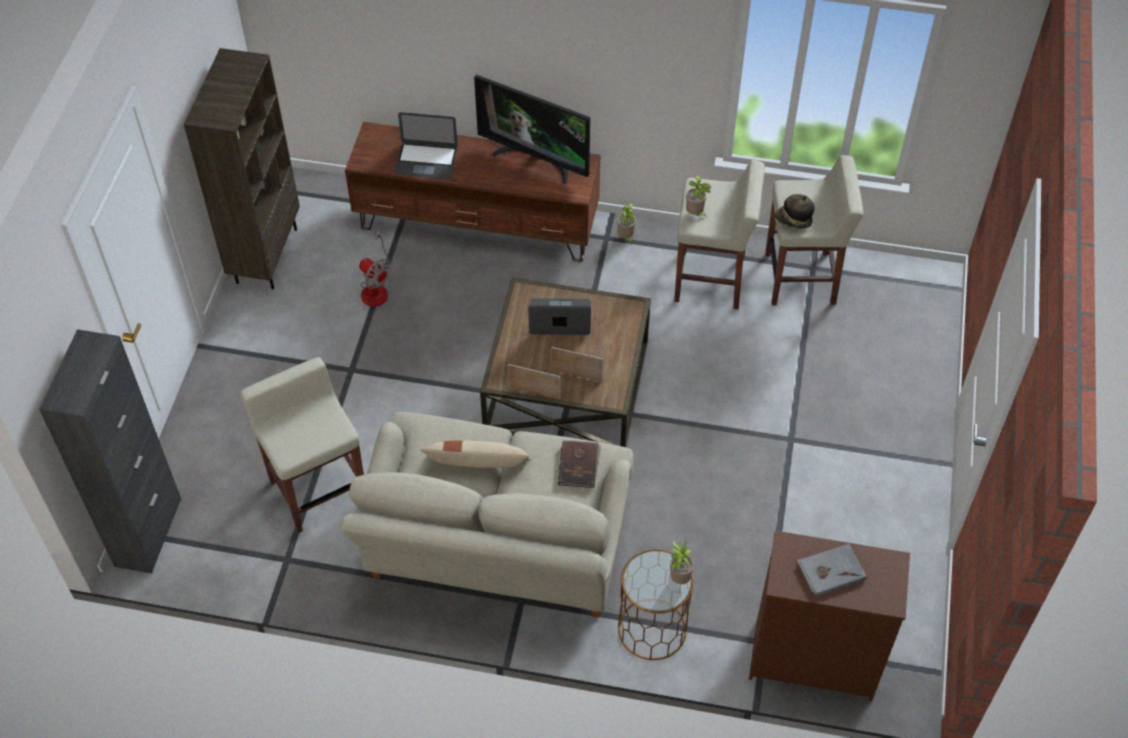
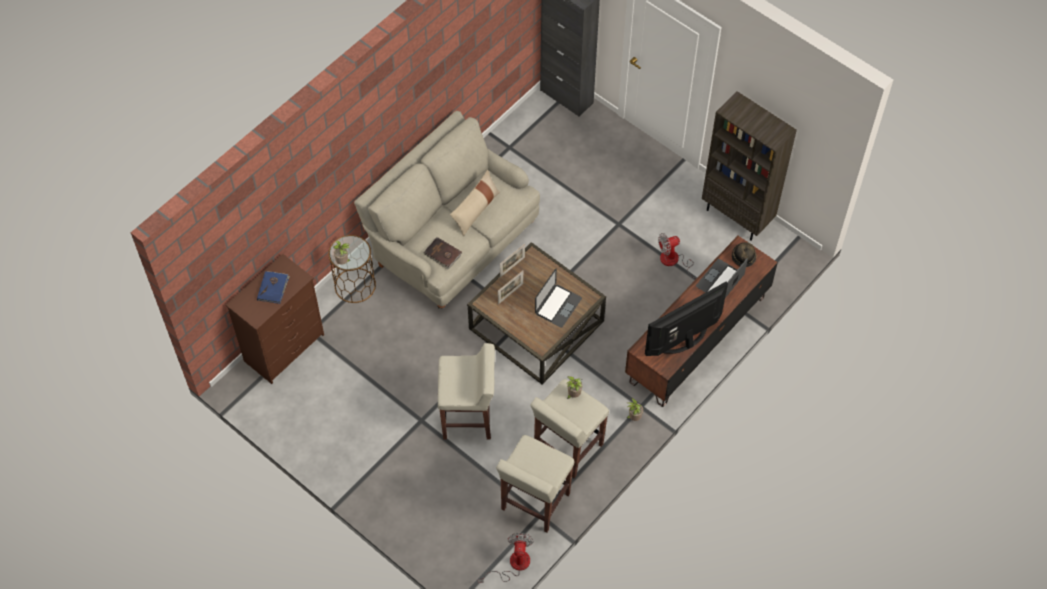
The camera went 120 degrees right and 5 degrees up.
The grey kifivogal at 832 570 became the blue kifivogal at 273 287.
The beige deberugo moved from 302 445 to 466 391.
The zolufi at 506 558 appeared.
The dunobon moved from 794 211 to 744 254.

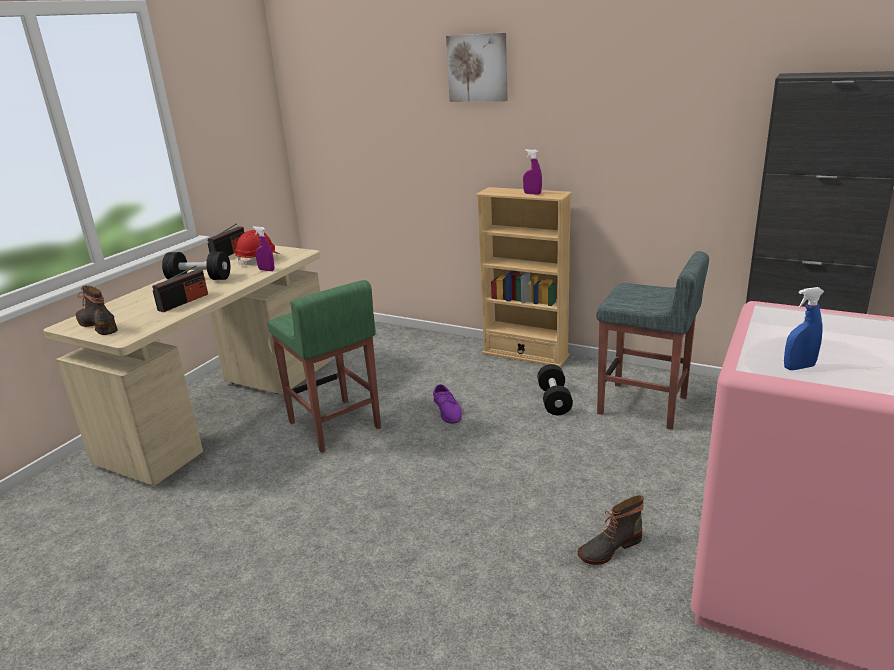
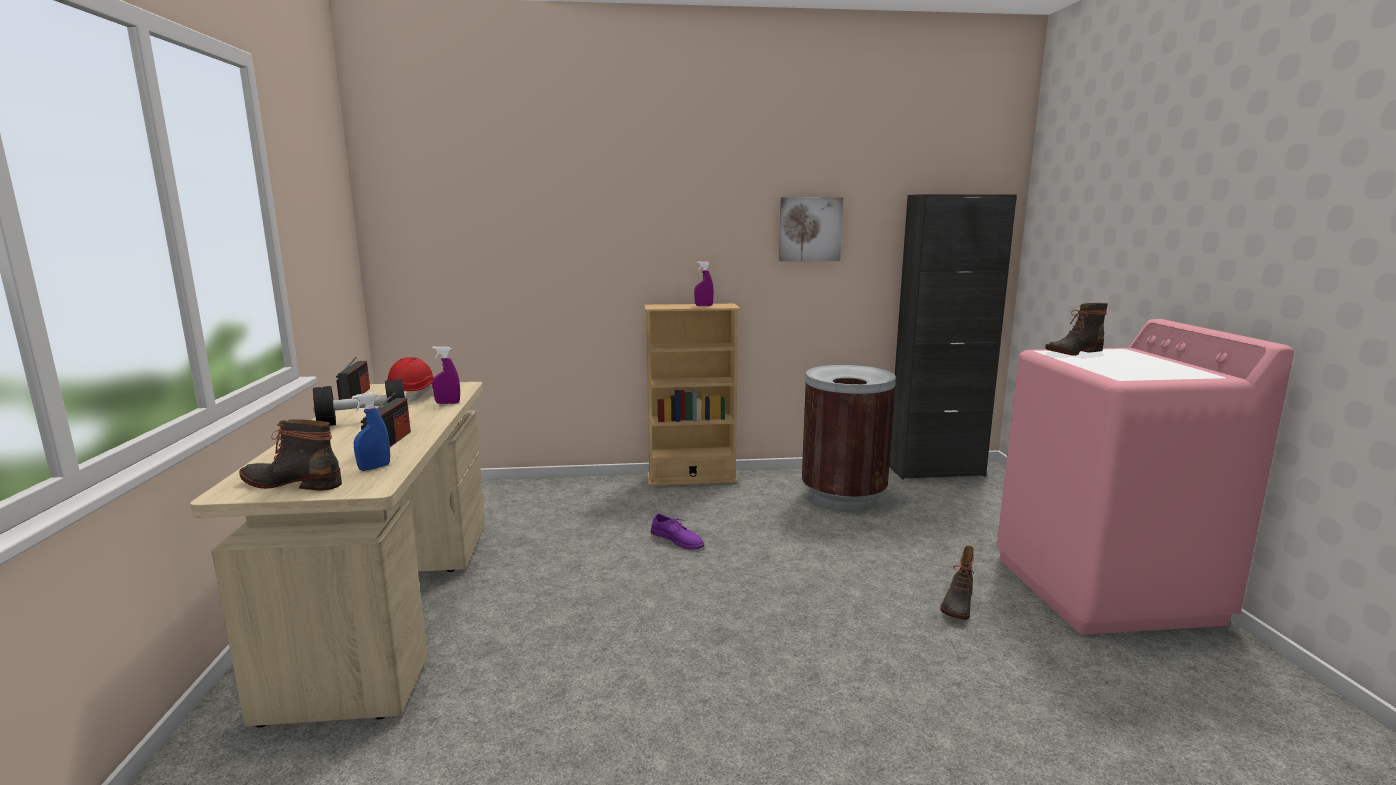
The camera went 35 degrees left and 10 degrees down.
The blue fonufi moved from 804 328 to 371 431.
The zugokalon moved from 477 67 to 811 229.
The grey deberugo at 652 340 was replaced by the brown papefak at 849 437.
The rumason at 1076 329 appeared.
The green deberugo at 324 366 disappeared.
The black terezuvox at 555 389 disappeared.

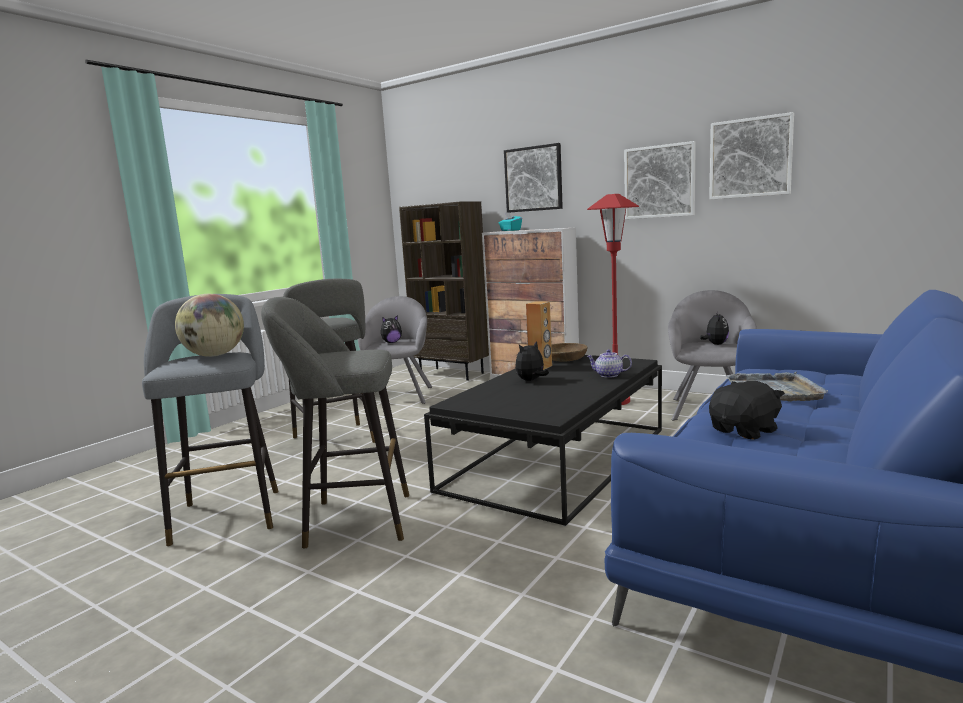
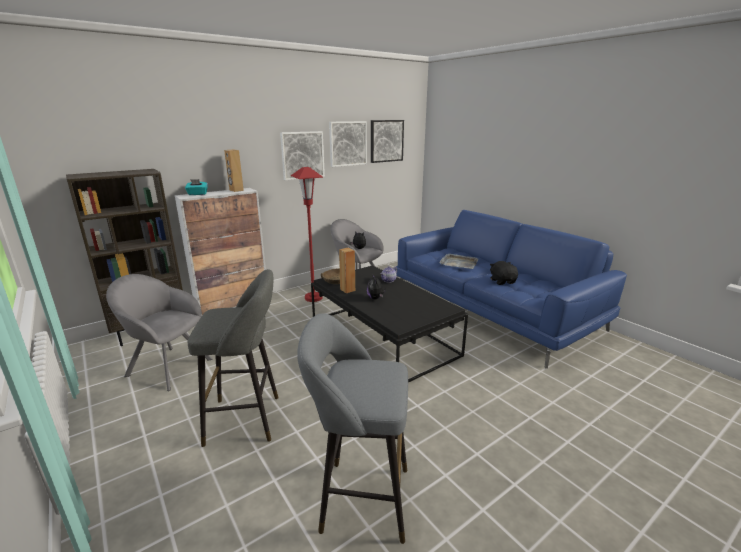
The camera went 70 degrees left and 10 degrees up.
The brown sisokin at 234 171 appeared.
The zugokalon moved from 533 178 to 387 141.
The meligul at 209 325 disappeared.
The grey deberugo at 335 423 disappeared.
The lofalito at 391 329 disappeared.

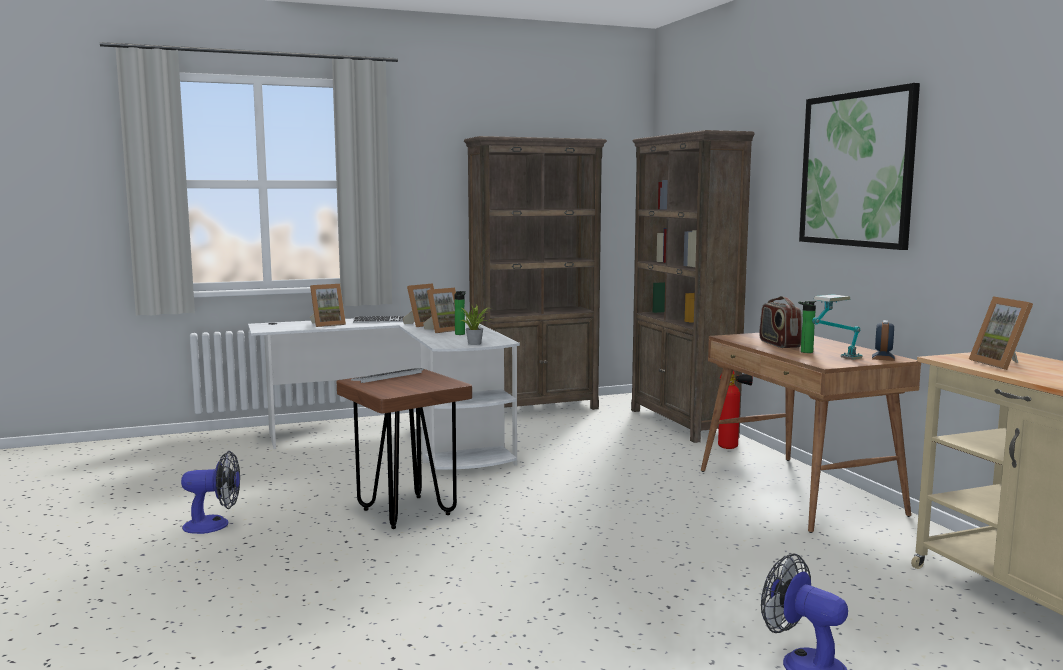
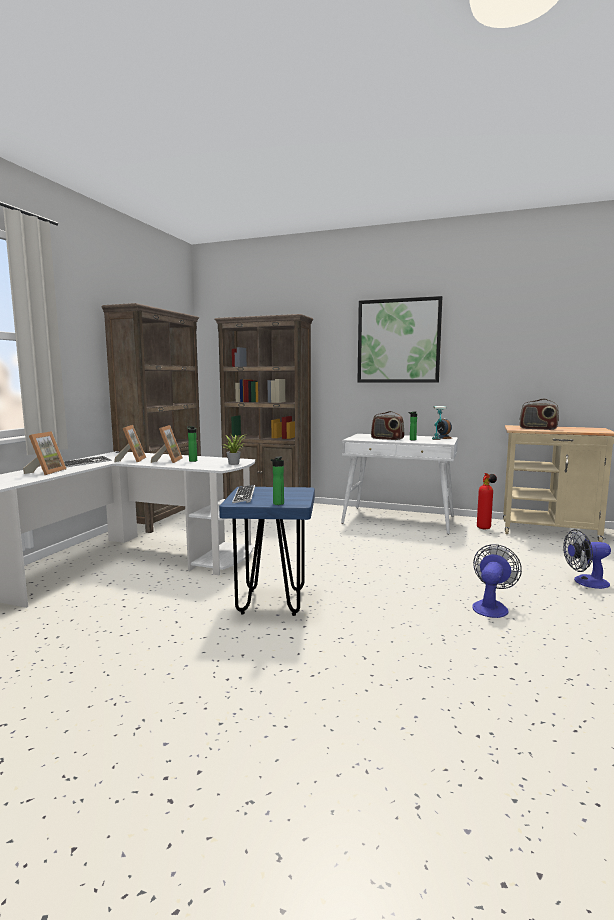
The camera went 50 degrees left and 0 degrees up.
The brown deberugo at 404 449 became the blue deberugo at 267 551.
The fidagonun at 277 480 appeared.
The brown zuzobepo at 811 433 became the white zuzobepo at 399 484.
The zolufi moved from 210 492 to 497 581.
The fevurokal moved from 735 409 to 487 501.
The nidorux at 1001 333 was replaced by the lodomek at 539 414.

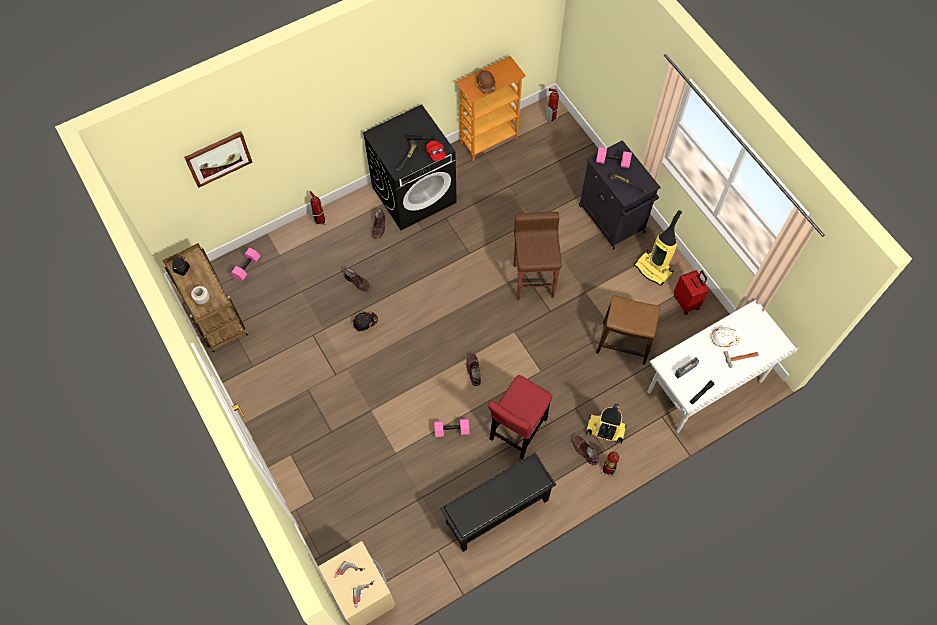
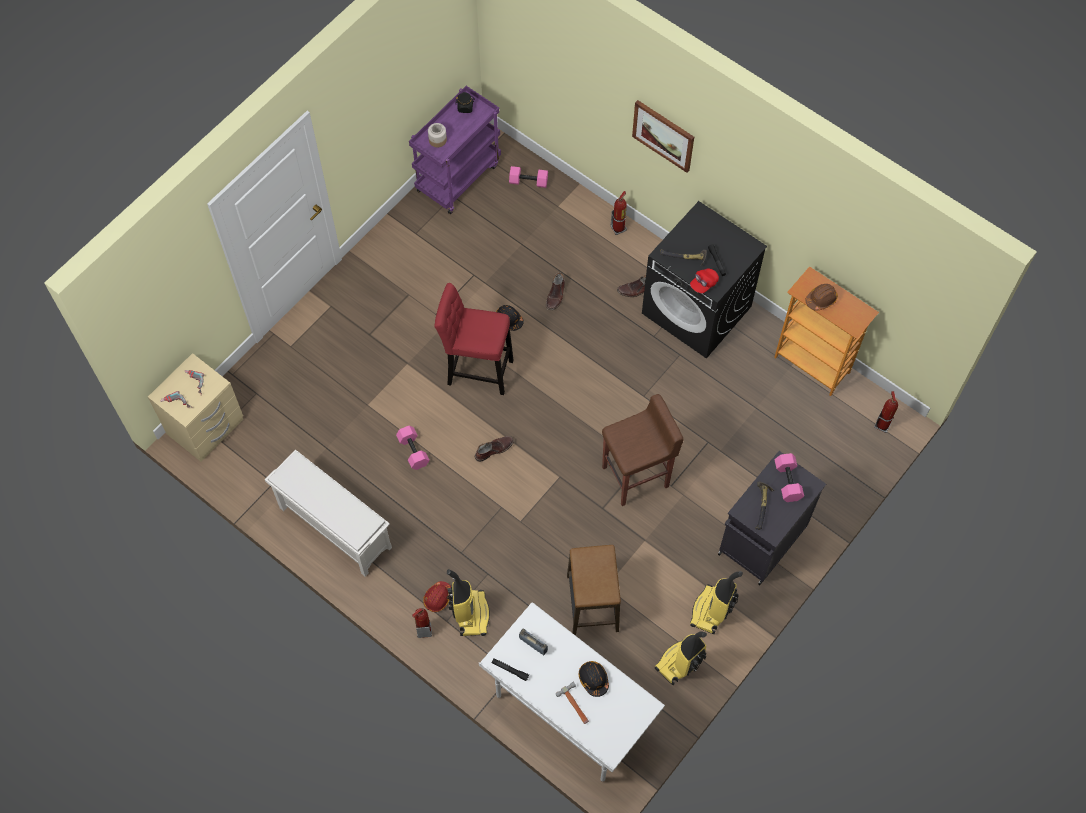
The camera went 70 degrees right and 0 degrees up.
The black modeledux at 498 502 became the white modeledux at 328 513.
The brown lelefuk at 205 298 became the purple lelefuk at 455 150.
The brown rumason at 585 449 was replaced by the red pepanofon at 437 596.
The red deberugo moved from 520 417 to 473 339.
The white pepanofon at 725 337 became the black pepanofon at 594 679.
The zugokalon moved from 218 159 to 663 136.
The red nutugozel at 691 292 was replaced by the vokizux at 681 658.

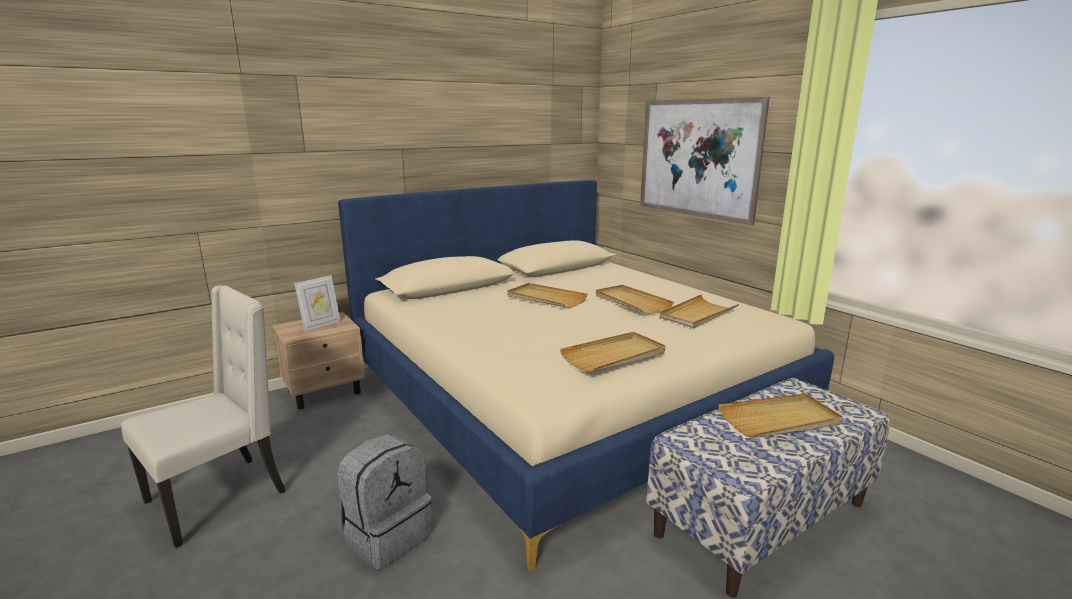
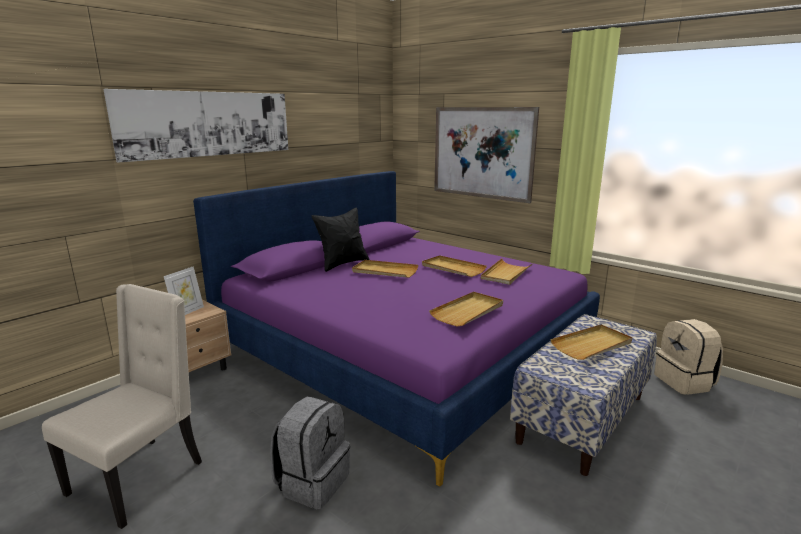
The camera went 15 degrees left and 0 degrees up.
The zugokalon at 195 126 appeared.
The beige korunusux at 586 376 became the purple korunusux at 396 329.
The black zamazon at 340 239 appeared.
The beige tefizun at 688 357 appeared.

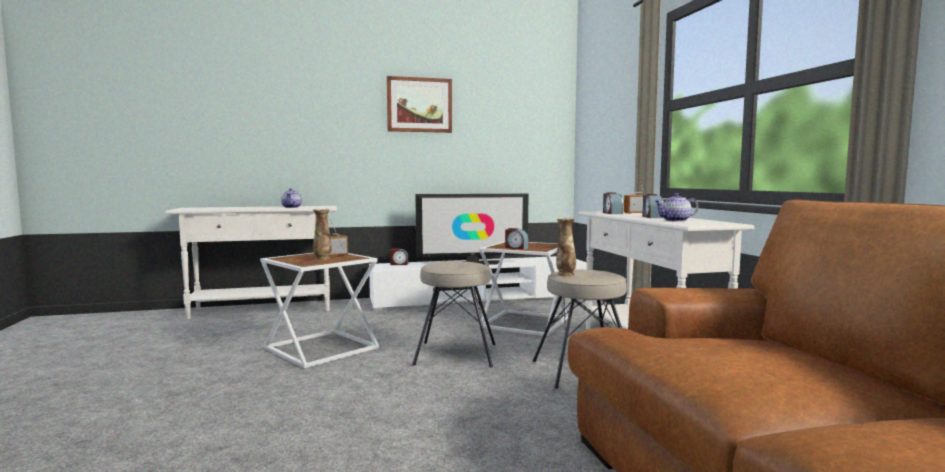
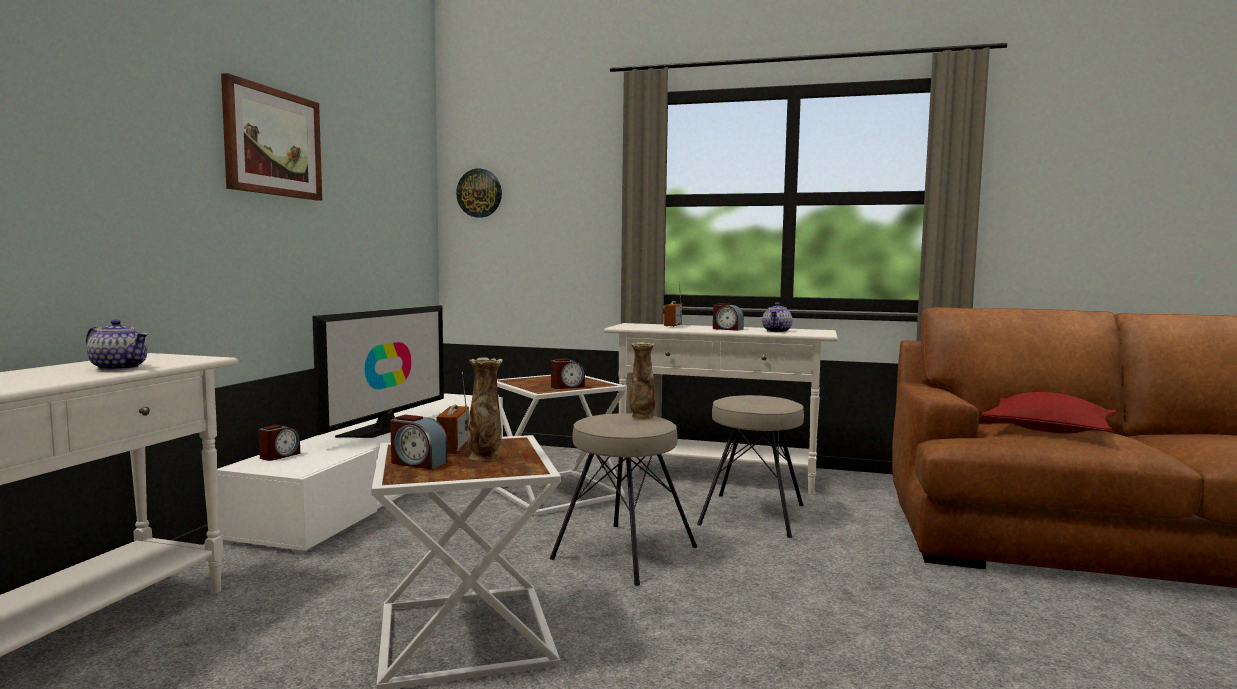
The camera went 60 degrees left and 0 degrees up.
The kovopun moved from 613 203 to 418 442.
The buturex at 479 193 appeared.
The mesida moved from 566 247 to 642 380.
The red zamazon at 1048 412 appeared.

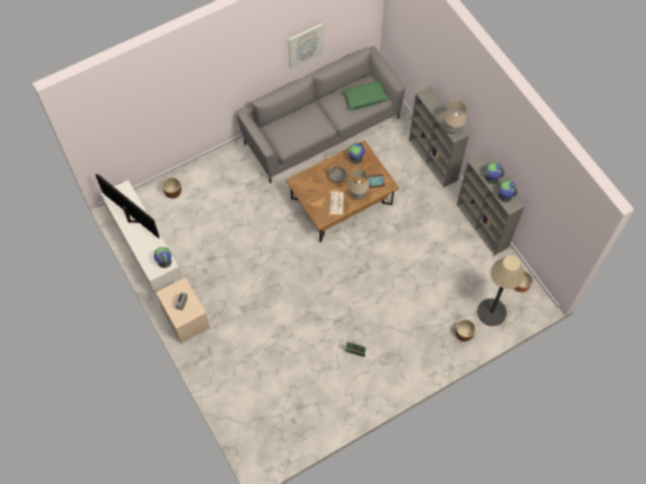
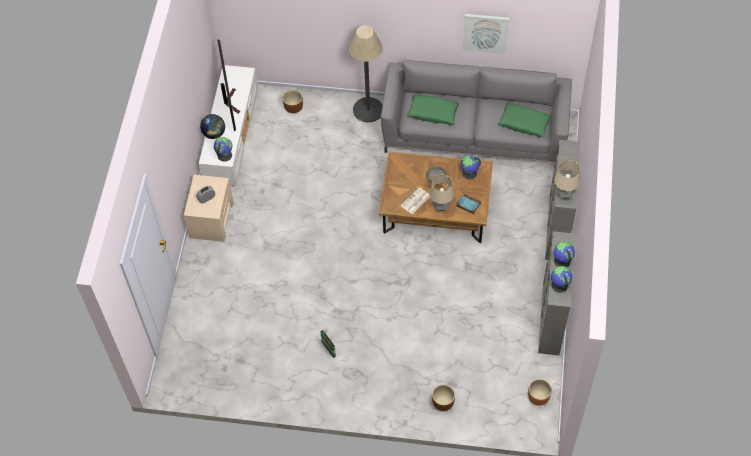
The camera went 40 degrees right and 5 degrees down.
The meligul at 212 126 appeared.
The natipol moved from 500 290 to 366 73.
The green zamazon at 433 109 appeared.

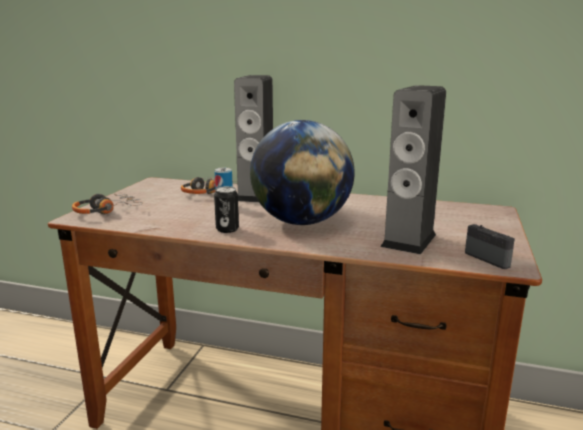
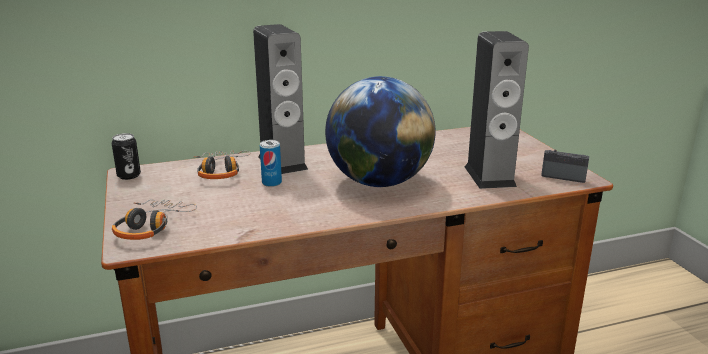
The camera went 35 degrees left and 5 degrees up.
The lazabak moved from 226 209 to 126 156.

